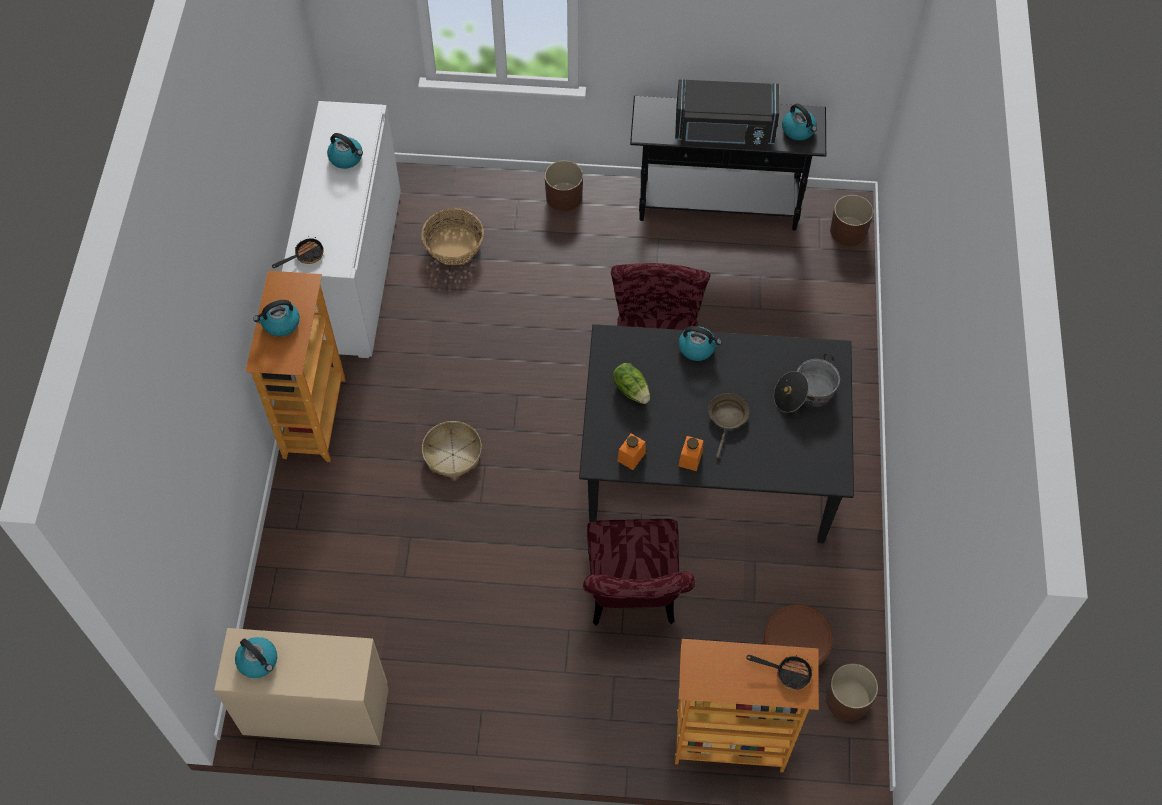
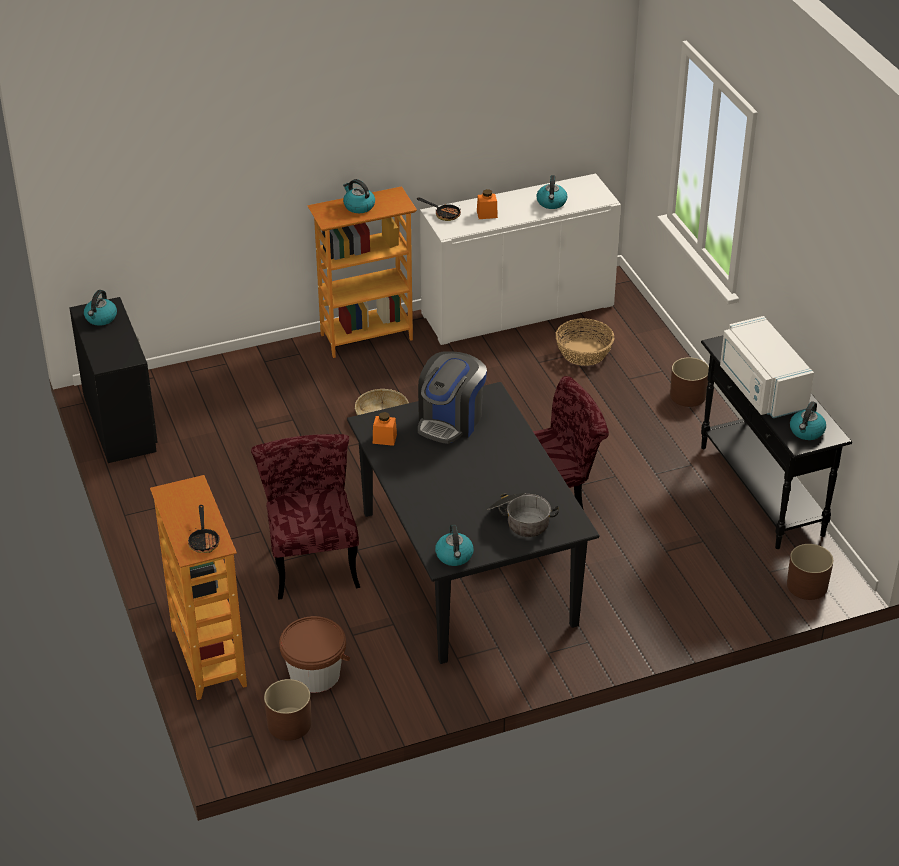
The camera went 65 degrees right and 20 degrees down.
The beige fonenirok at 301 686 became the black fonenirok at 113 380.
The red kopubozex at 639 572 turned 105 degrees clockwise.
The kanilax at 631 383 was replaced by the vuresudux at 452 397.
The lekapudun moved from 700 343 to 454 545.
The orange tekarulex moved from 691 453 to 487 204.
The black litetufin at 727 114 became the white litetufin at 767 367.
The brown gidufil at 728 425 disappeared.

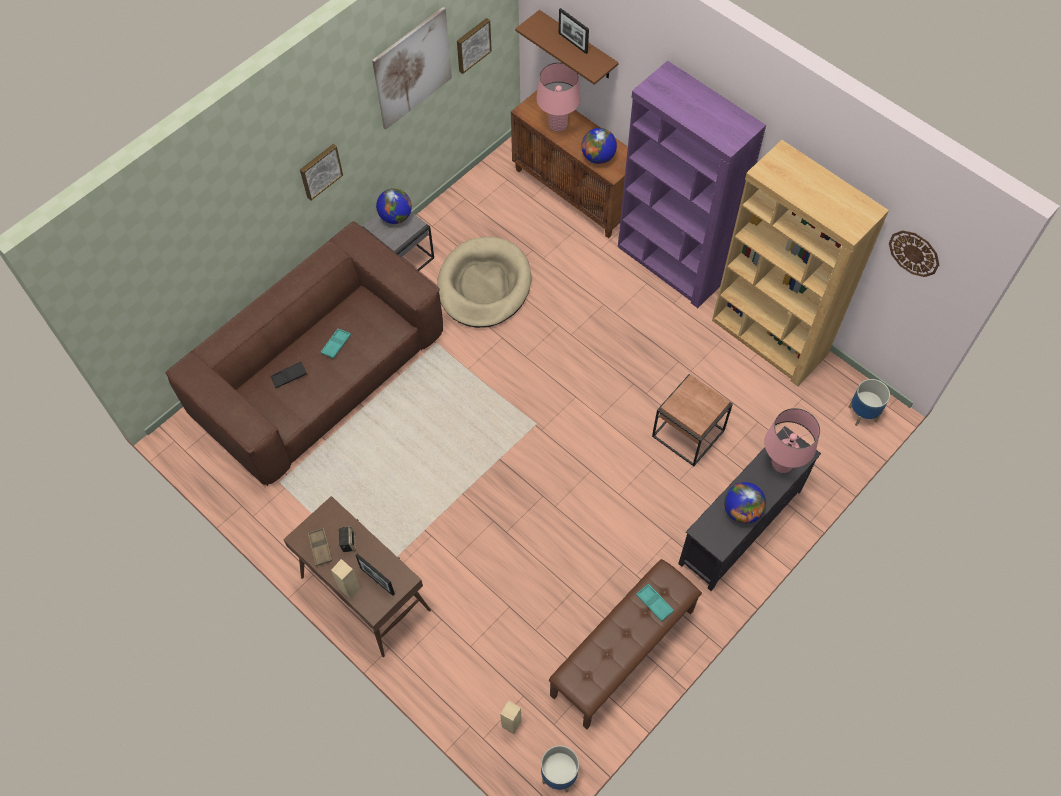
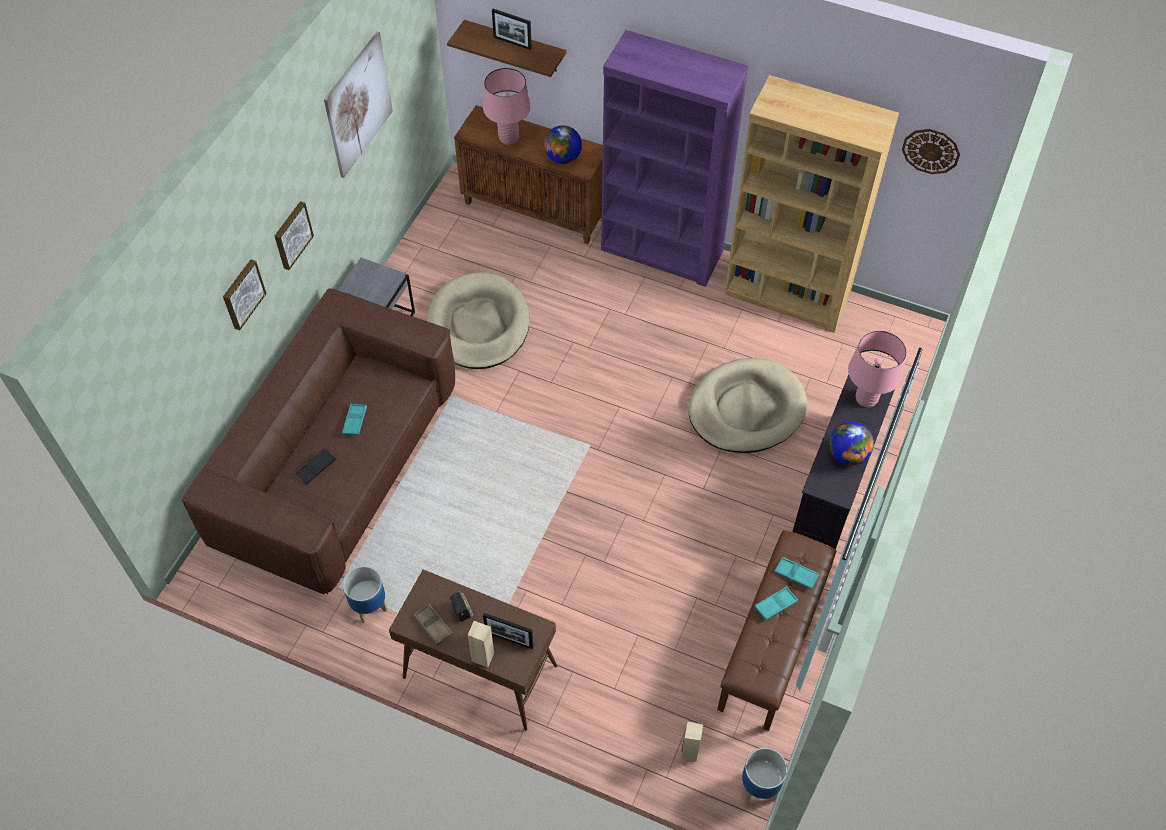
The camera went 20 degrees left and 5 degrees down.
The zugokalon moved from 474 46 to 244 294.
The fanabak moved from 869 402 to 365 594.
The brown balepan at 692 420 was replaced by the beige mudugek at 747 405.
The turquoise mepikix at 776 603 appeared.
The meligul at 394 206 disappeared.

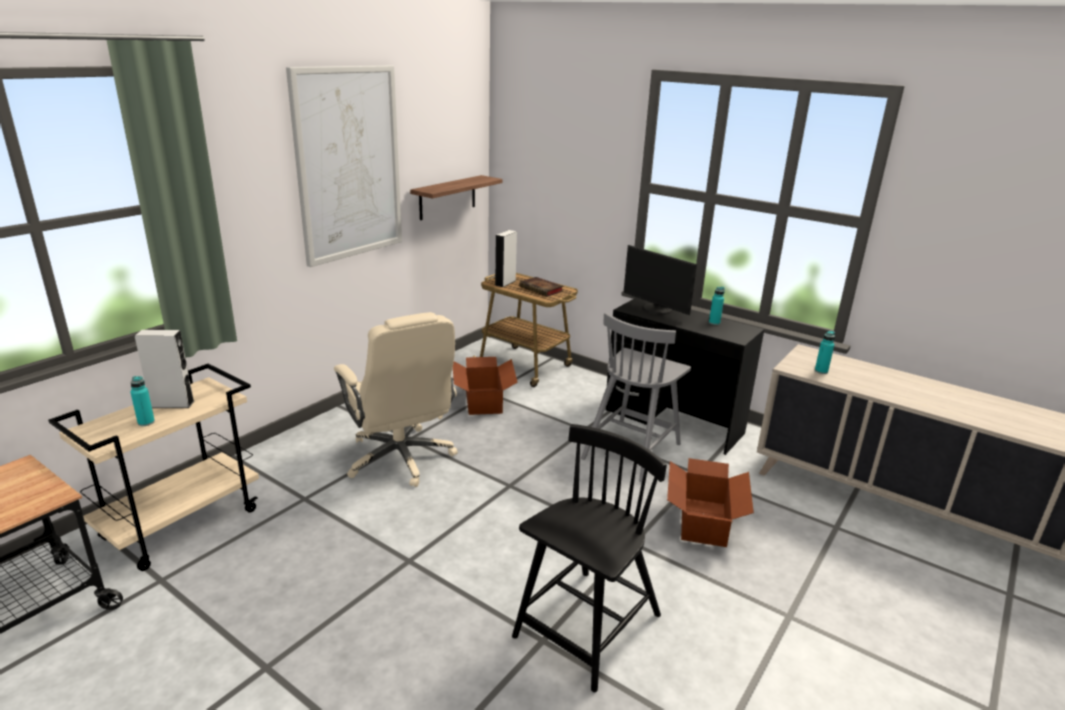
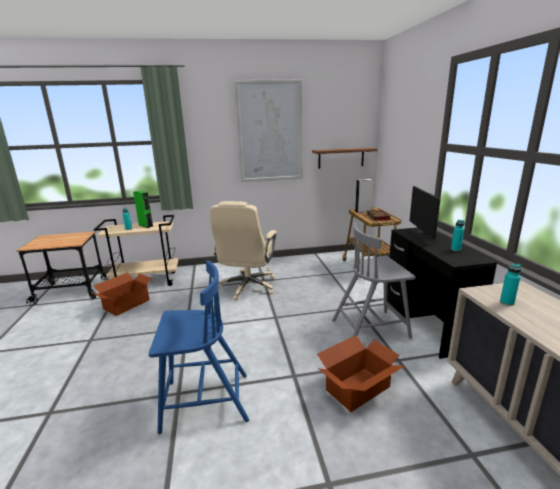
The camera went 45 degrees right and 5 degrees down.
The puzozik moved from 485 386 to 122 294.
The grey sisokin at 164 369 became the green sisokin at 143 209.
The black kopubozex at 589 558 became the blue kopubozex at 199 347.

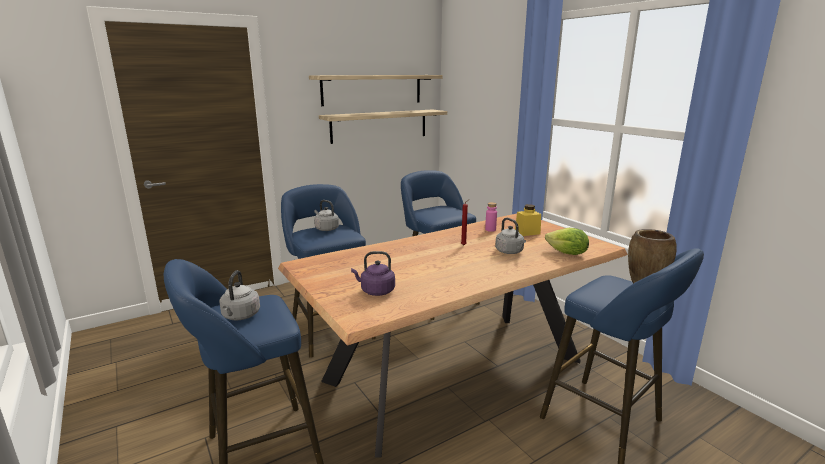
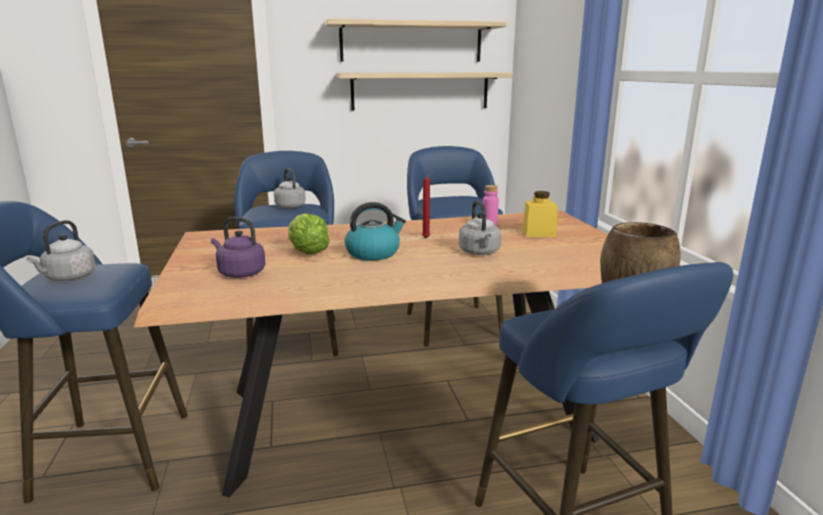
The camera went 20 degrees right and 0 degrees up.
The kanilax moved from 567 241 to 309 233.
The lekapudun at 375 231 appeared.

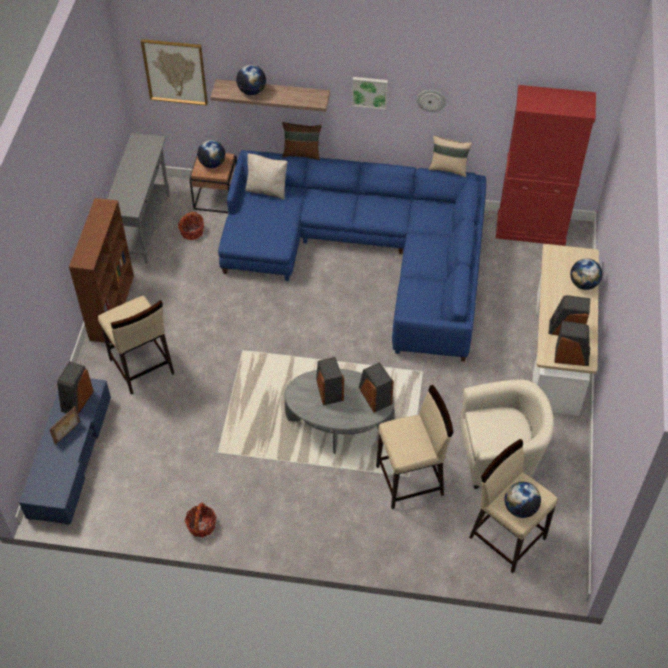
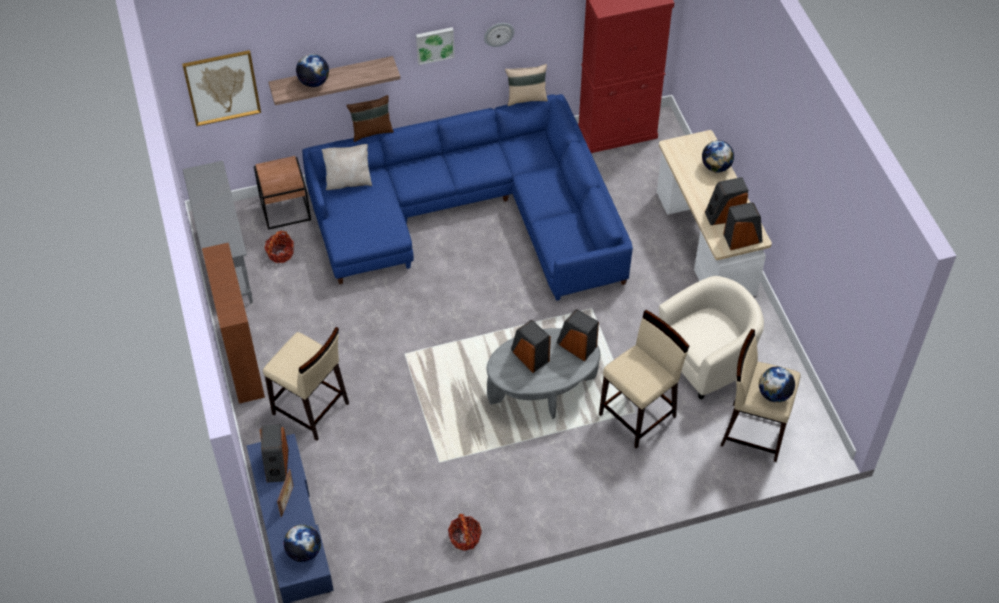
The camera went 25 degrees left and 0 degrees up.
The meligul moved from 211 154 to 302 543.

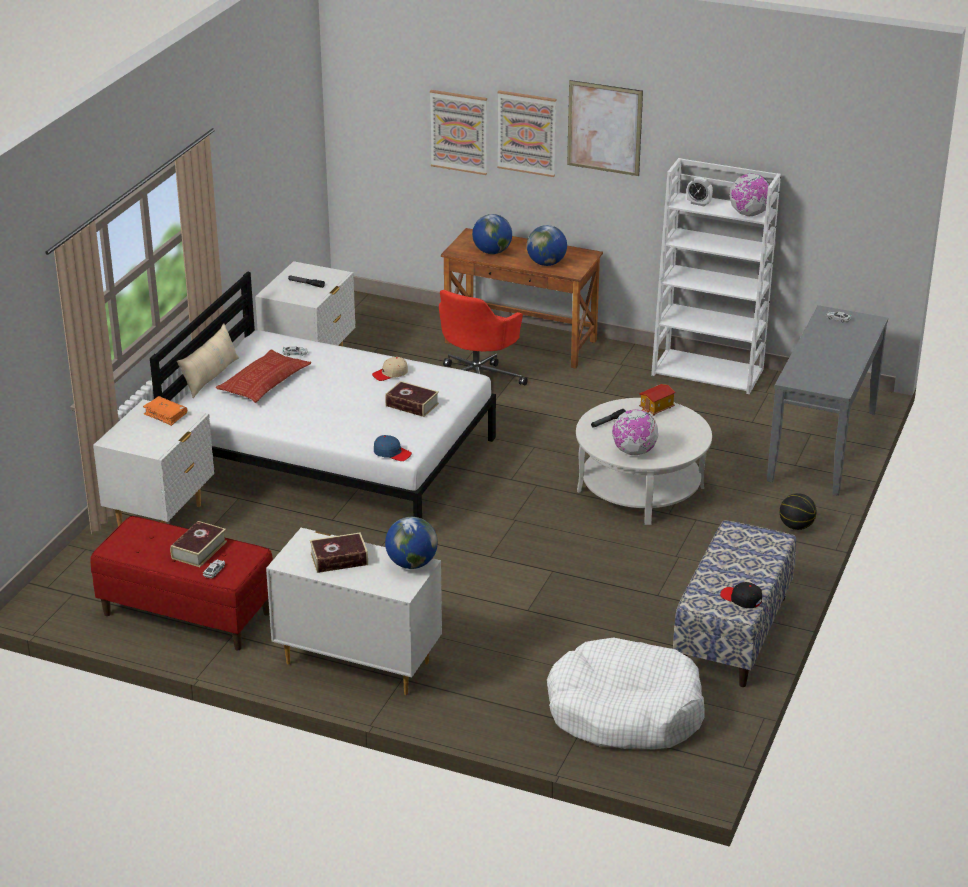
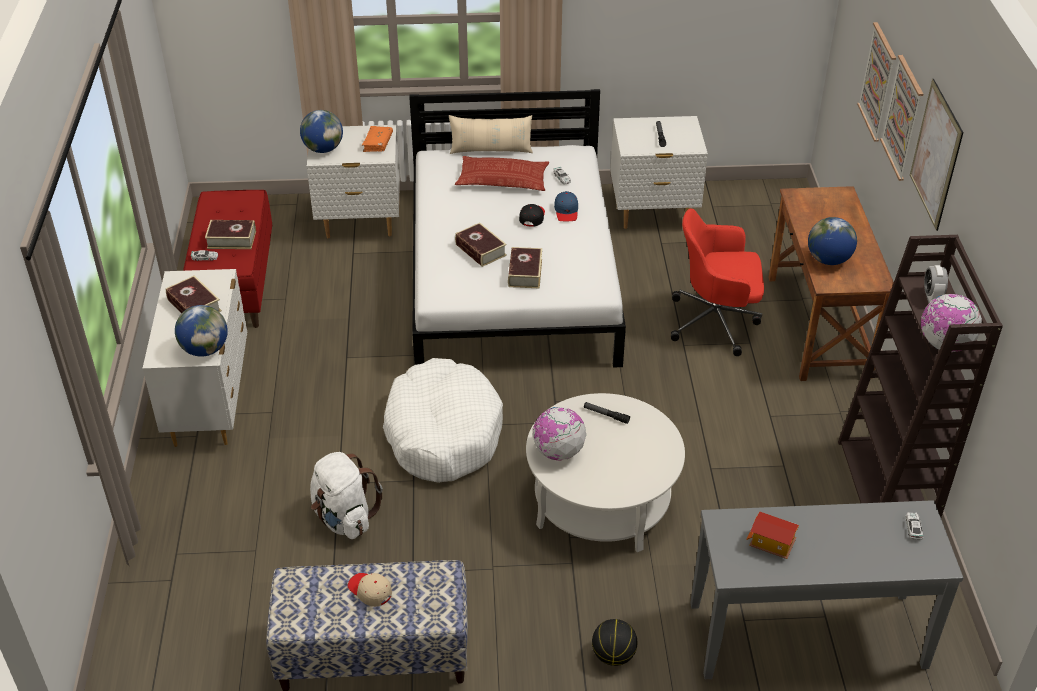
The camera went 65 degrees right and 10 degrees up.
The meligul moved from 492 234 to 321 131.
The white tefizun at 346 495 appeared.
The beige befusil moved from 390 369 to 370 590.
The white mudugek moved from 626 693 to 443 420.
The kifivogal at 481 245 appeared.
The black befusil moved from 741 595 to 532 215.
The blue befusil moved from 393 448 to 566 206.
The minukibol moved from 657 400 to 772 535.
The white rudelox at 716 276 became the brown rudelox at 920 376.

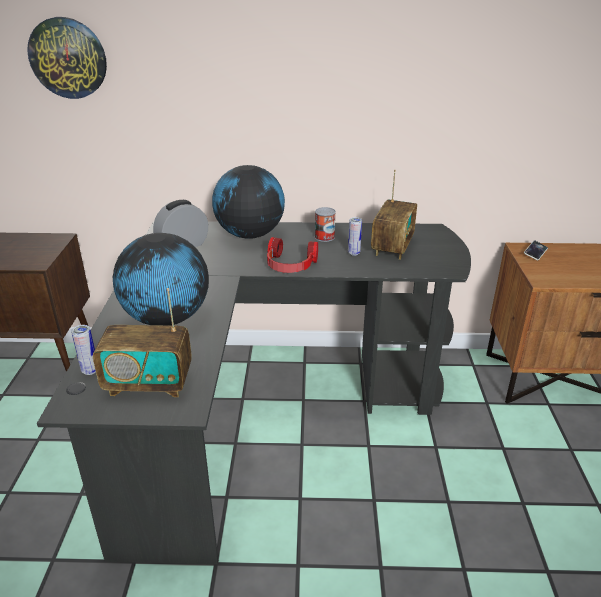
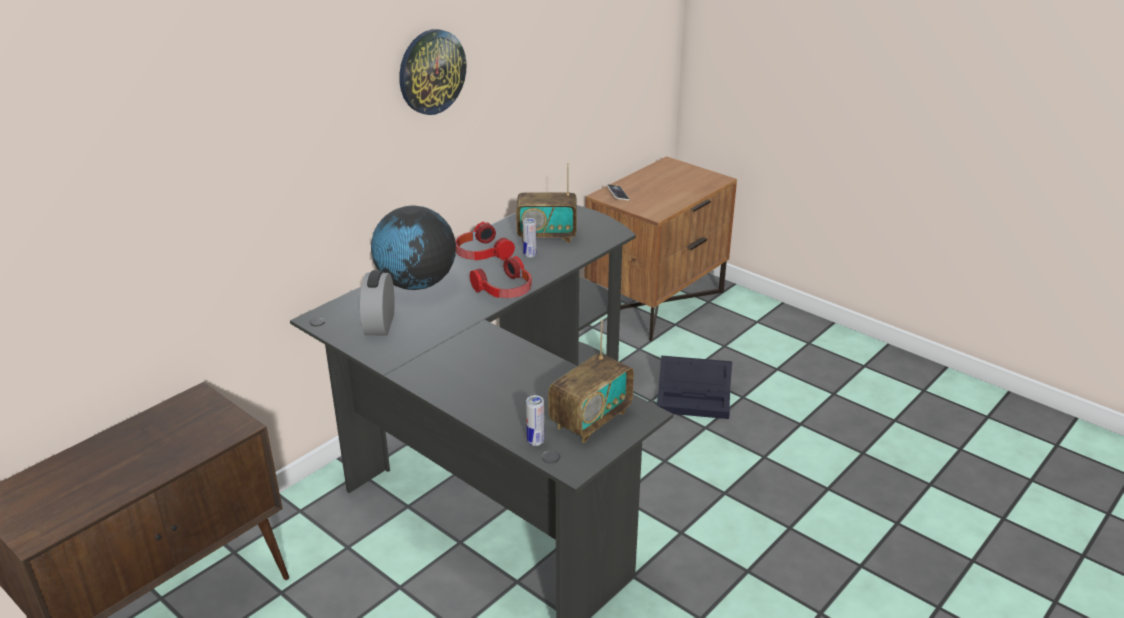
The camera went 50 degrees left and 0 degrees up.
The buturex moved from 67 58 to 432 72.
The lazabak at 325 224 was replaced by the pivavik at 485 241.
The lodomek at 394 215 turned 120 degrees clockwise.
The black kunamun at 694 387 appeared.
The meligul at 161 279 disappeared.

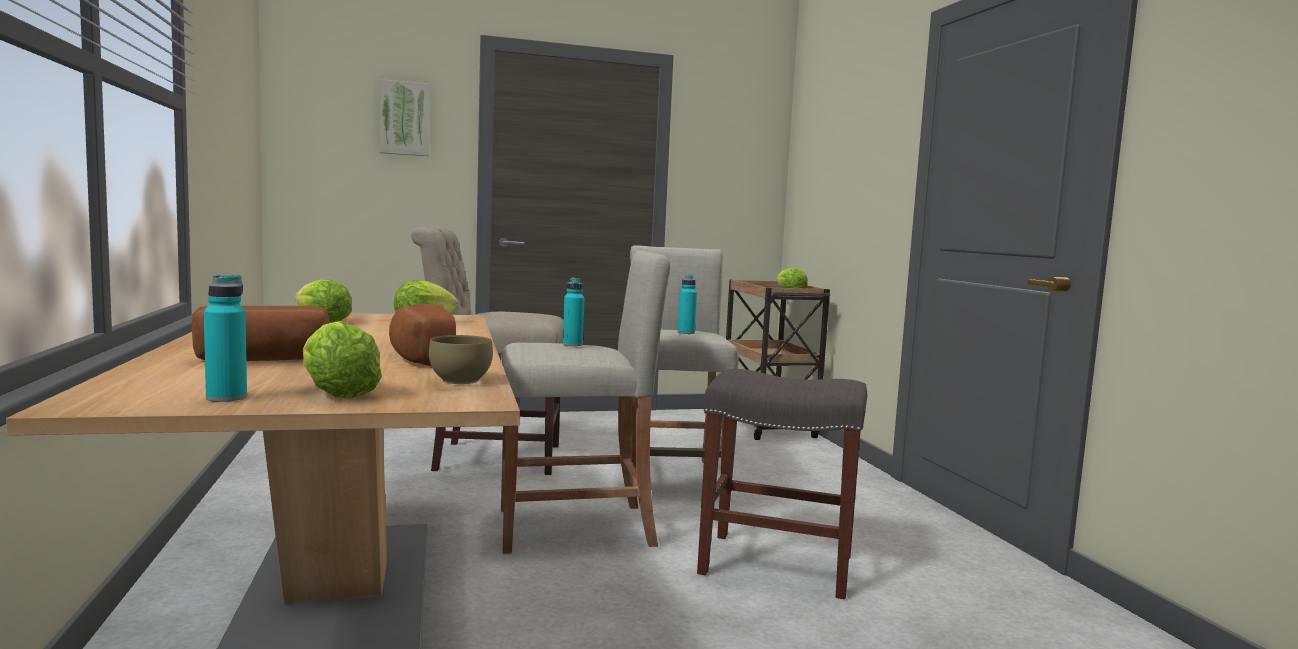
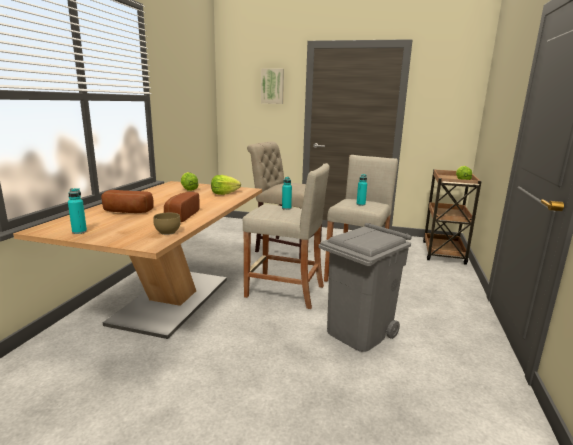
The camera went 30 degrees right and 10 degrees up.
The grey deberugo at 782 484 was replaced by the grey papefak at 365 287.
The kanilax at 342 359 disappeared.

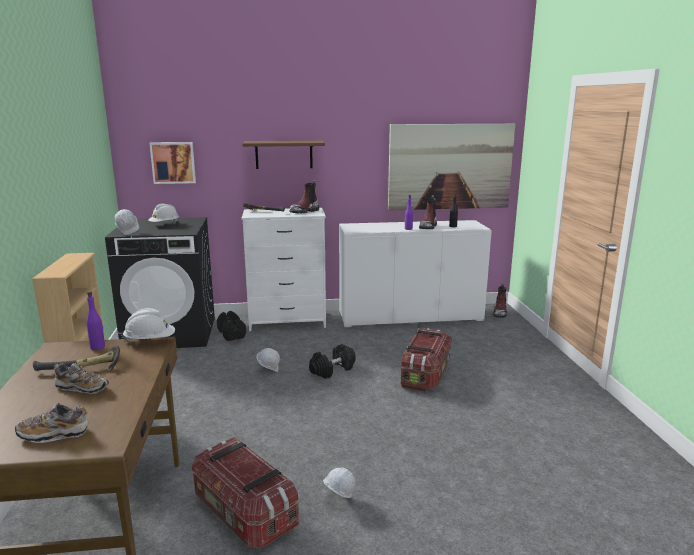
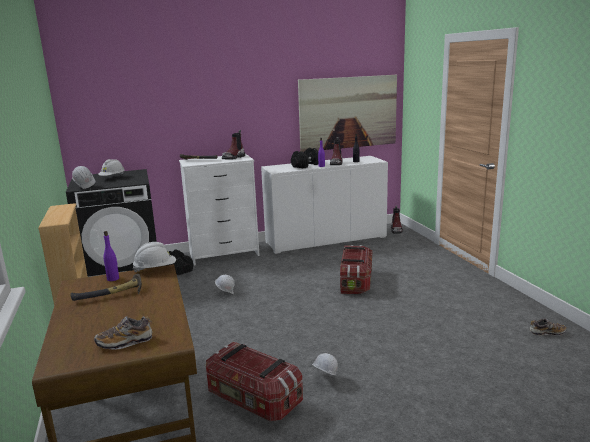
The camera went 10 degrees left and 0 degrees up.
The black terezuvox moved from 332 361 to 305 158.
The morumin moved from 81 378 to 548 327.
The zugokalon at 172 163 disappeared.
The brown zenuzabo at 283 154 disappeared.

